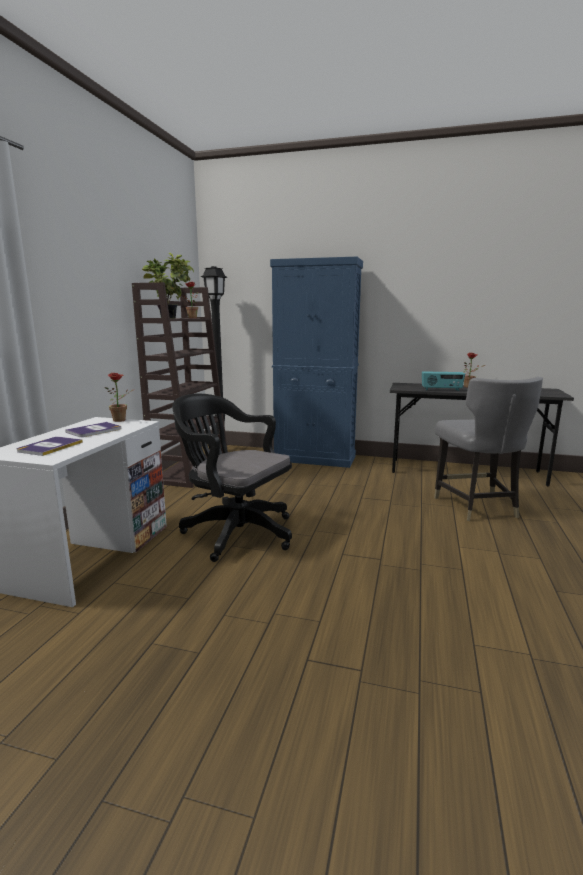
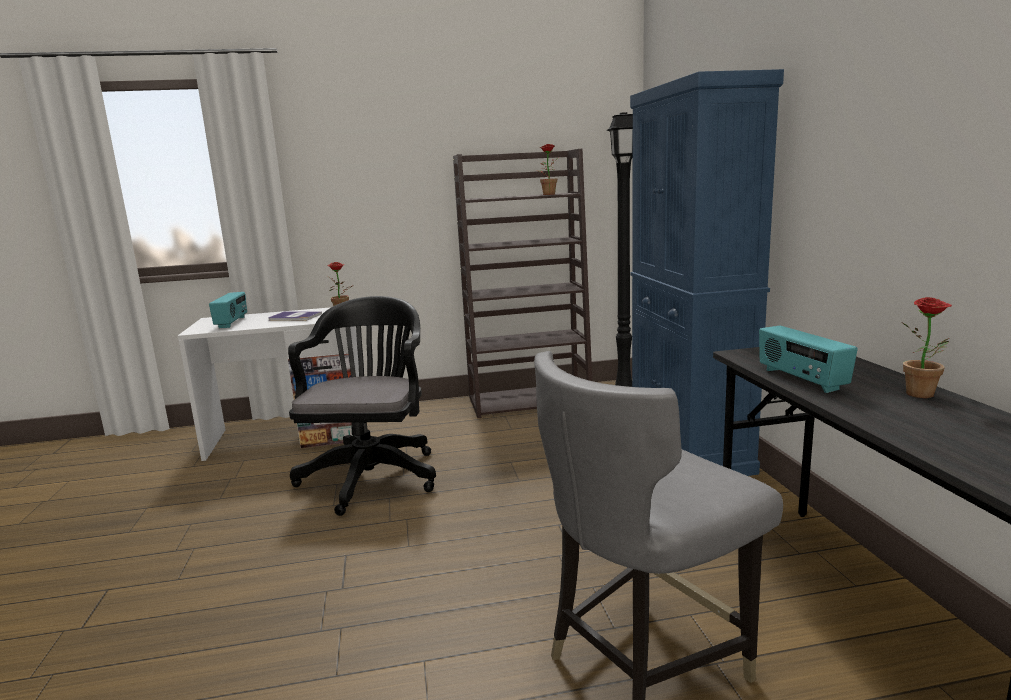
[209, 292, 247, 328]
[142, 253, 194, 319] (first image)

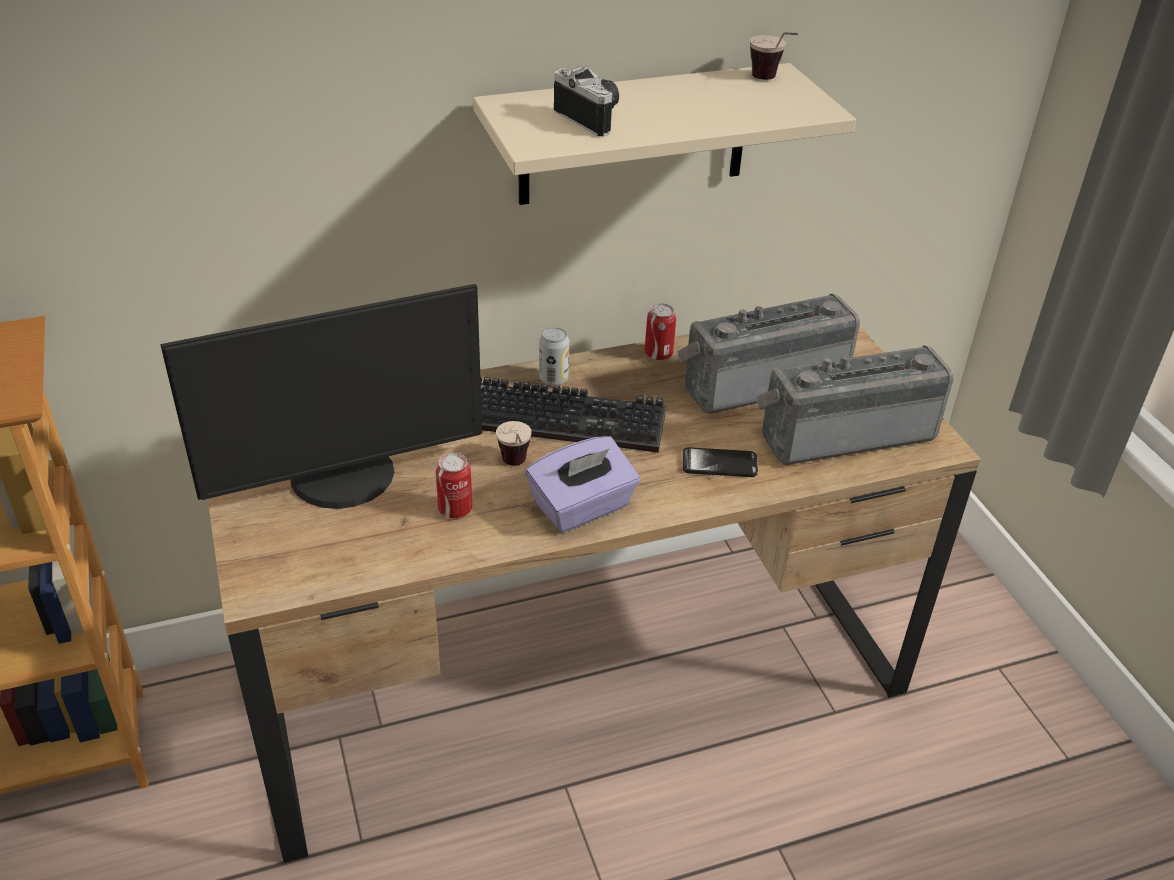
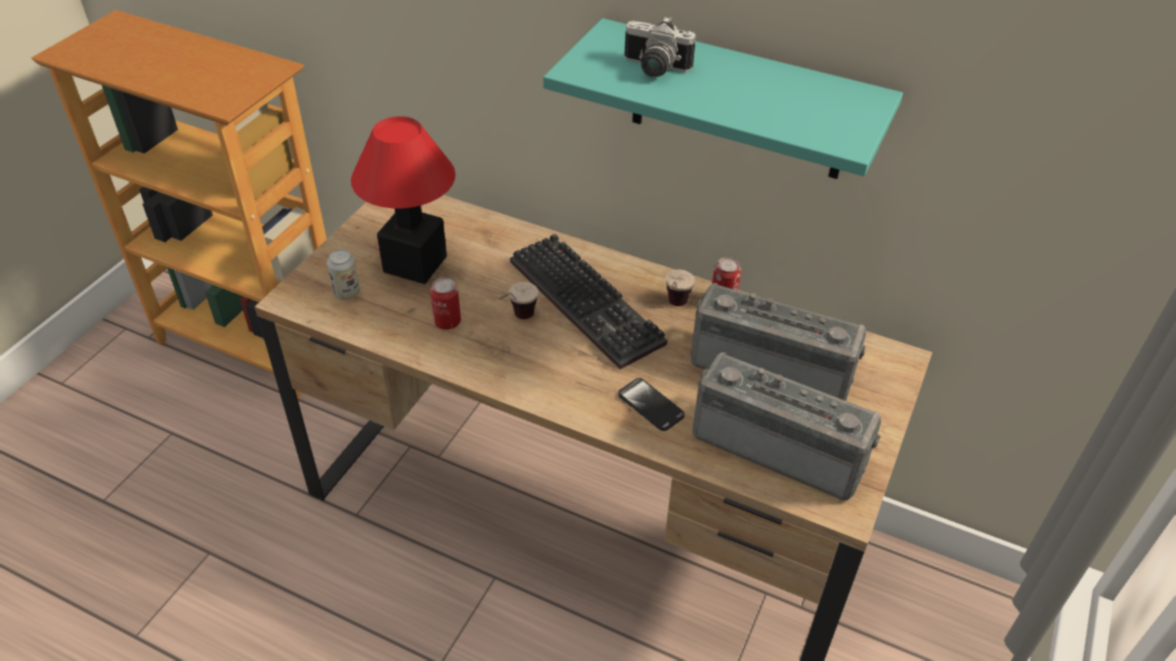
[327, 249, 360, 300]
[351, 116, 456, 284]
[543, 18, 903, 179]
[624, 16, 696, 77]
[666, 269, 695, 306]
[526, 436, 640, 532] (first image)

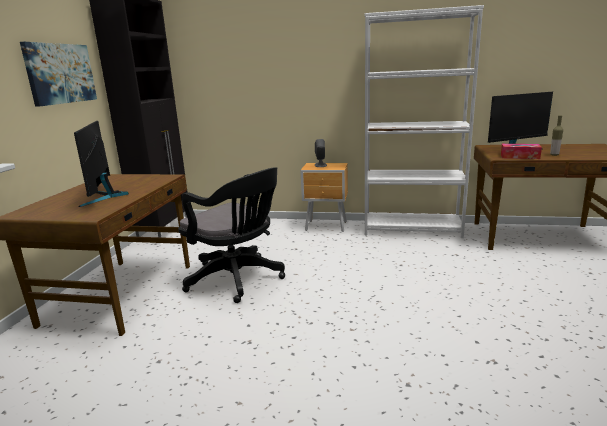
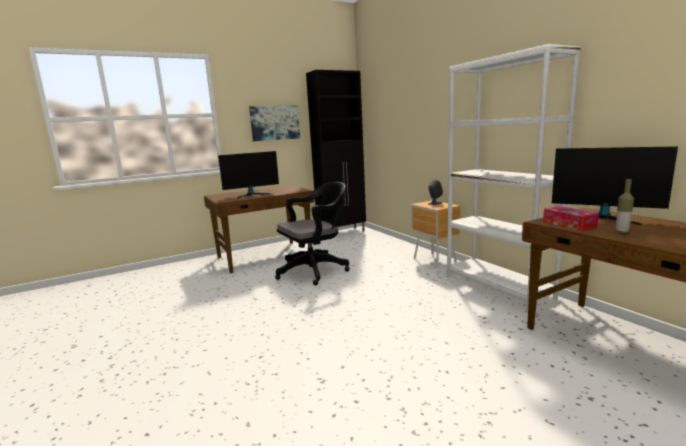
[218, 151, 279, 198]
[275, 182, 350, 285]

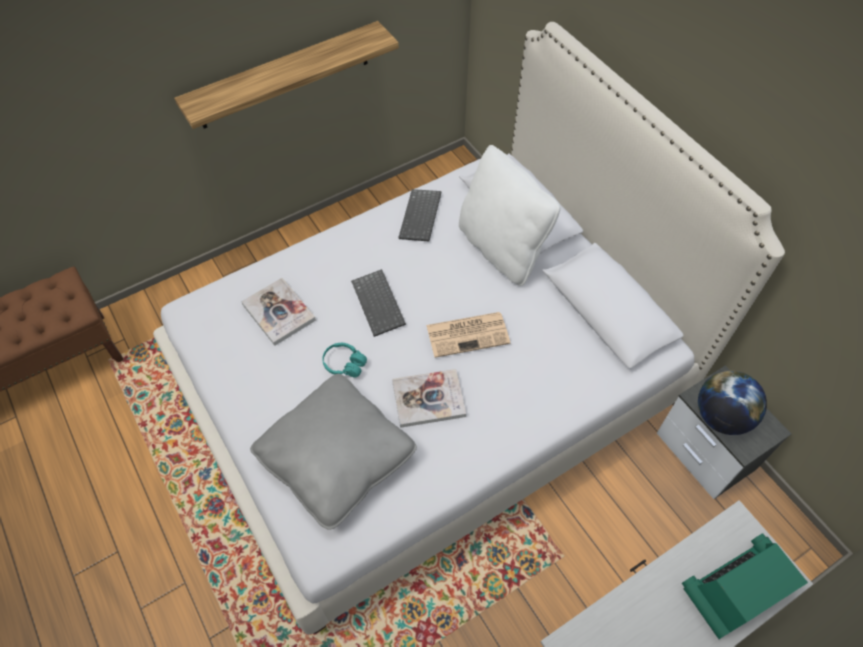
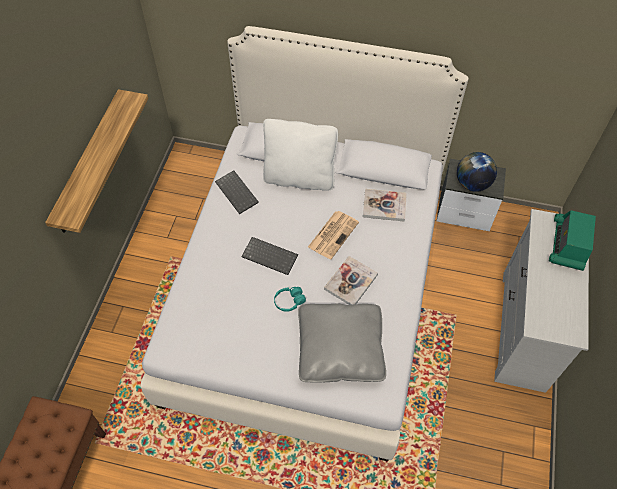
[362, 189, 407, 222]

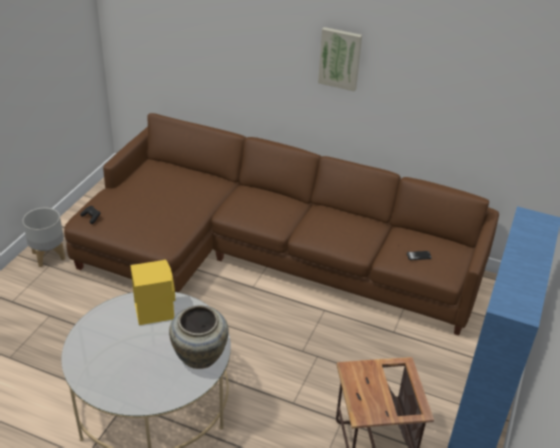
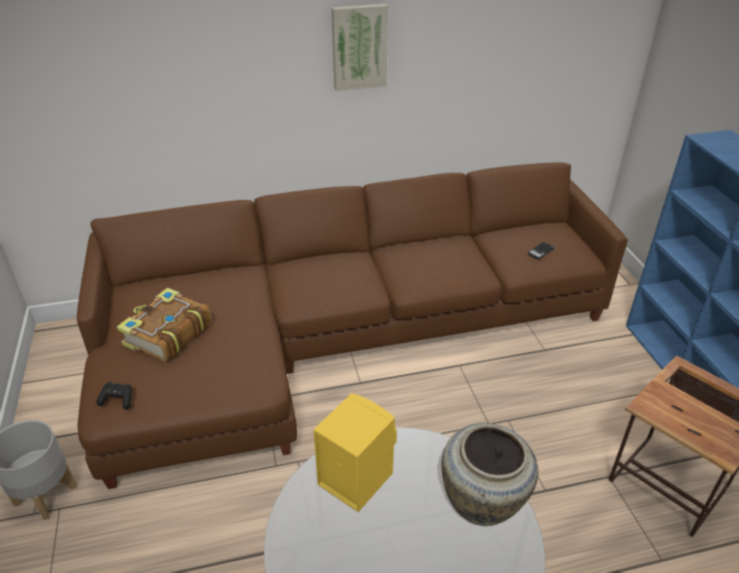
[117, 288, 212, 362]

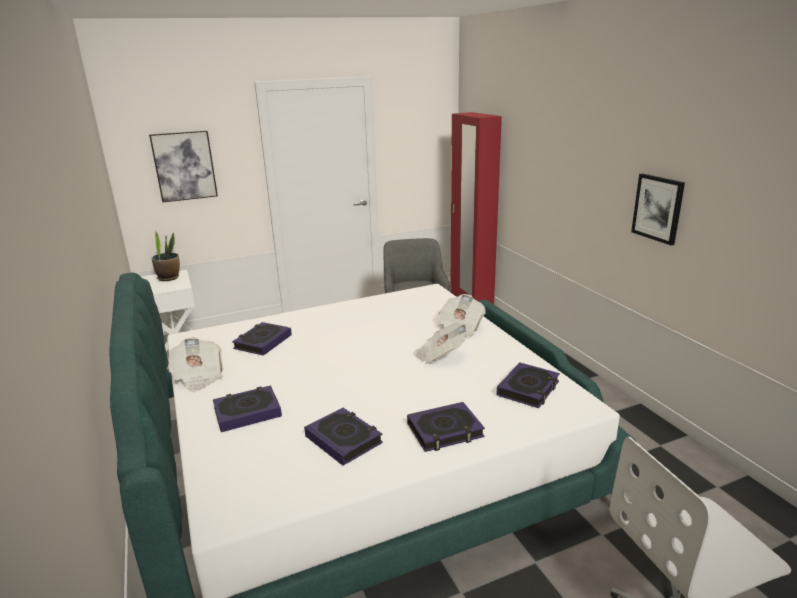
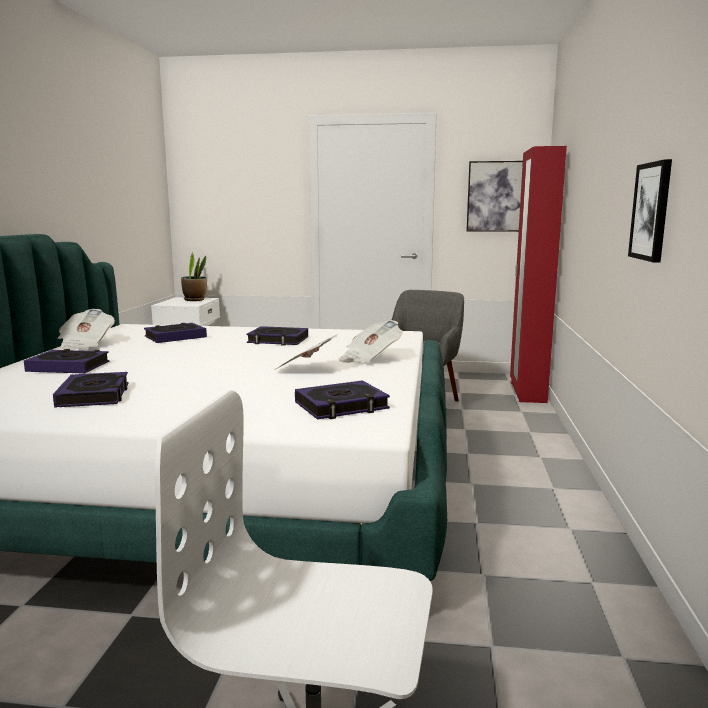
[247, 326, 308, 346]
[467, 161, 523, 232]

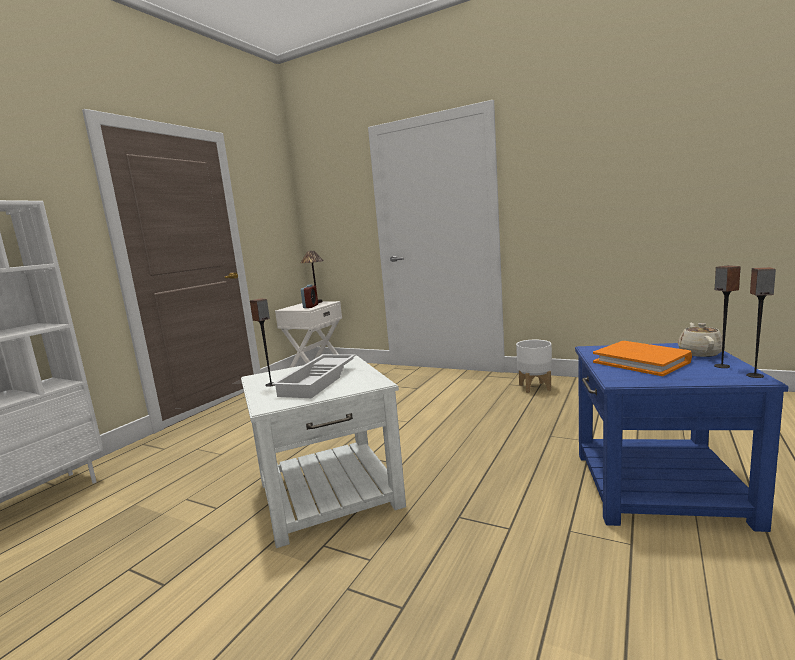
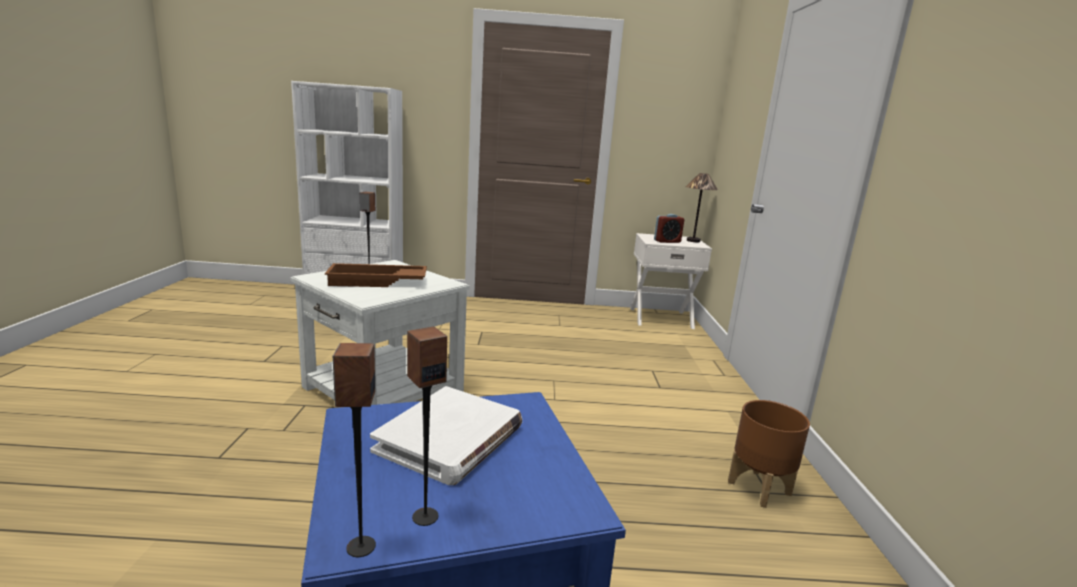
[325, 263, 427, 287]
[370, 386, 522, 485]
[728, 400, 810, 508]
[678, 323, 725, 357] (first image)

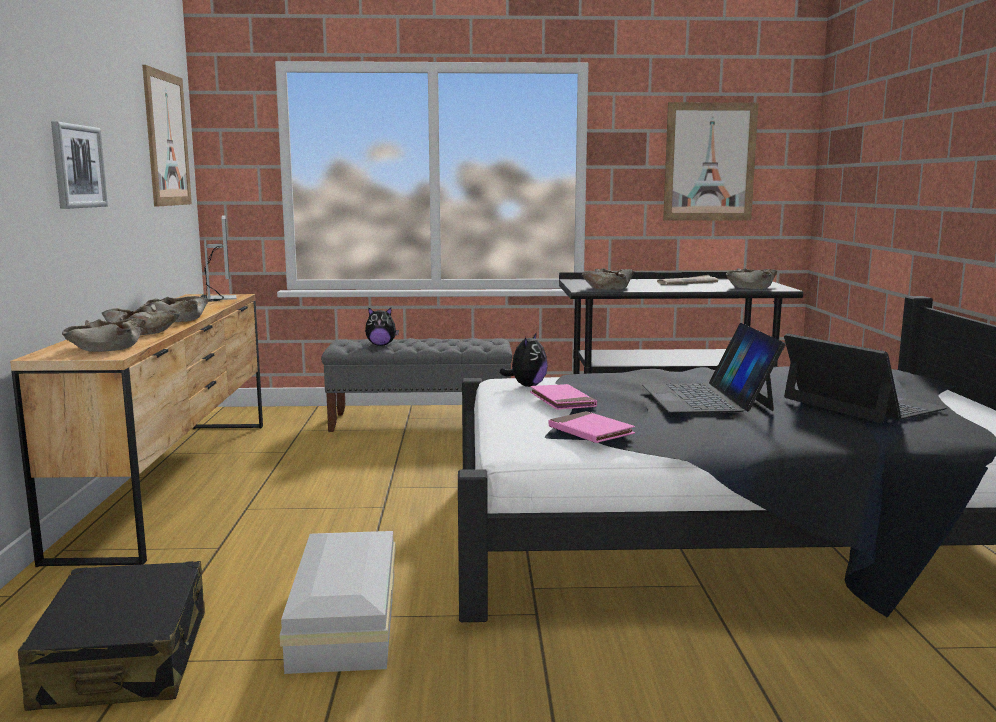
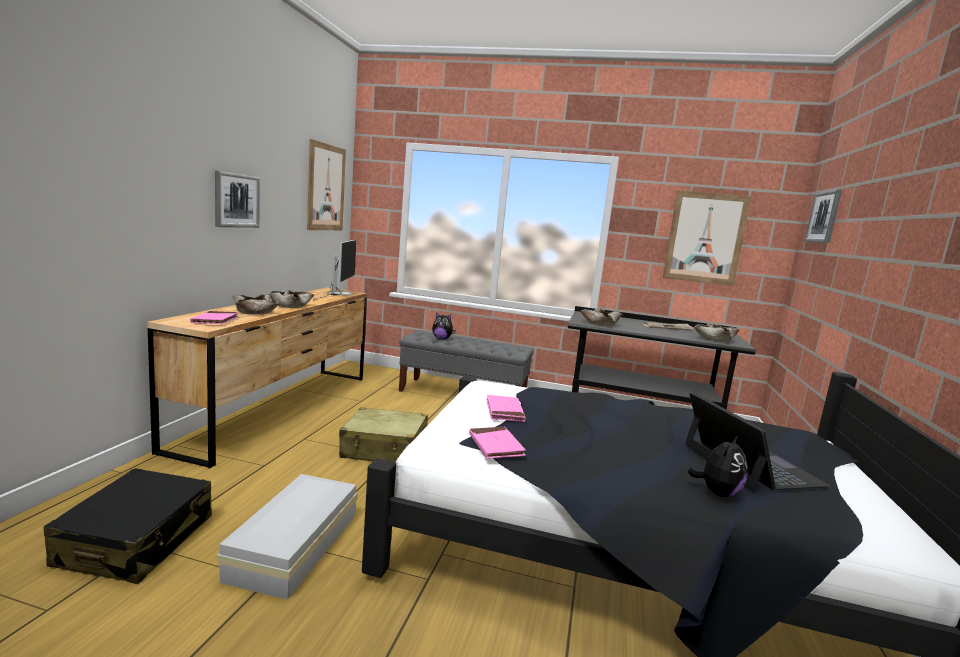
[190, 311, 239, 324]
[339, 407, 428, 462]
[688, 436, 748, 497]
[804, 189, 842, 243]
[642, 323, 786, 413] (first image)

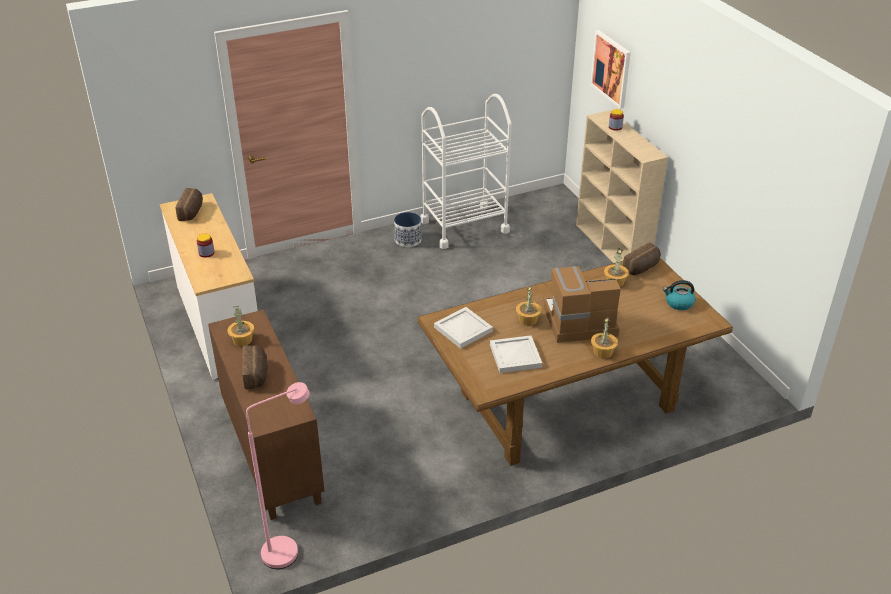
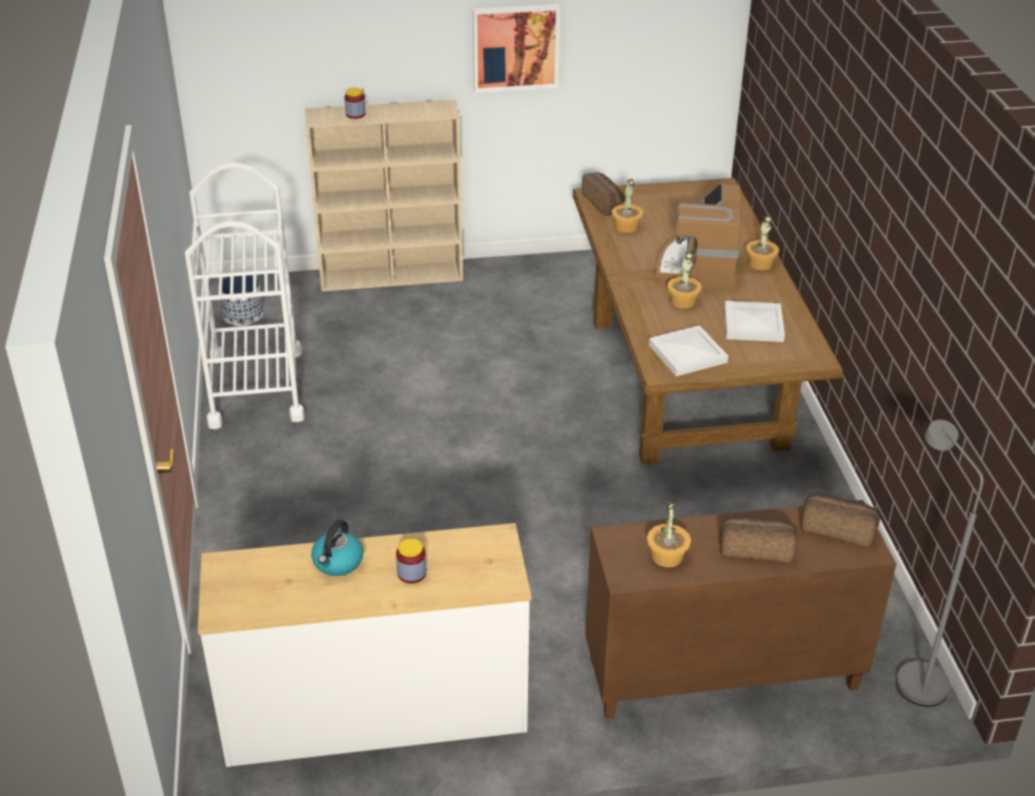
[218, 275, 263, 326]
[311, 520, 363, 576]
[473, 4, 560, 92]
[801, 493, 880, 547]
[896, 420, 984, 707]

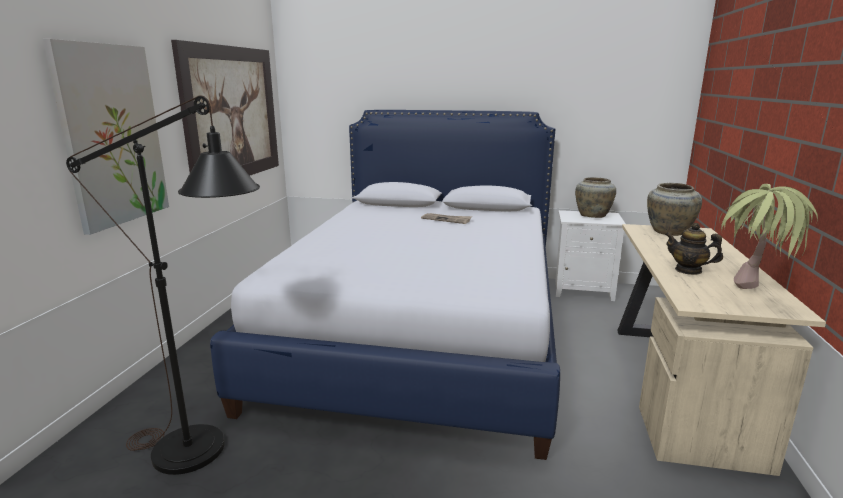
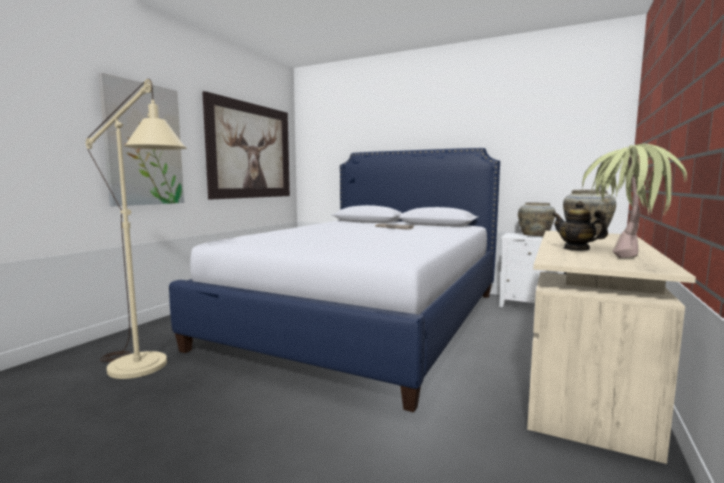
[86, 79, 187, 379]

